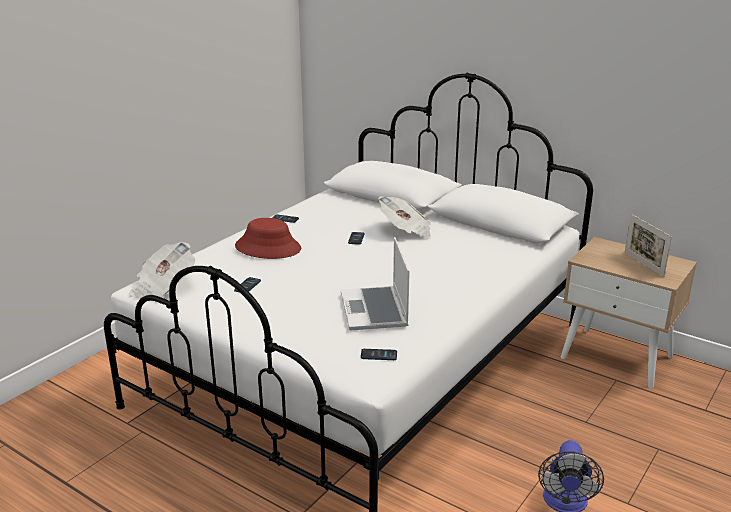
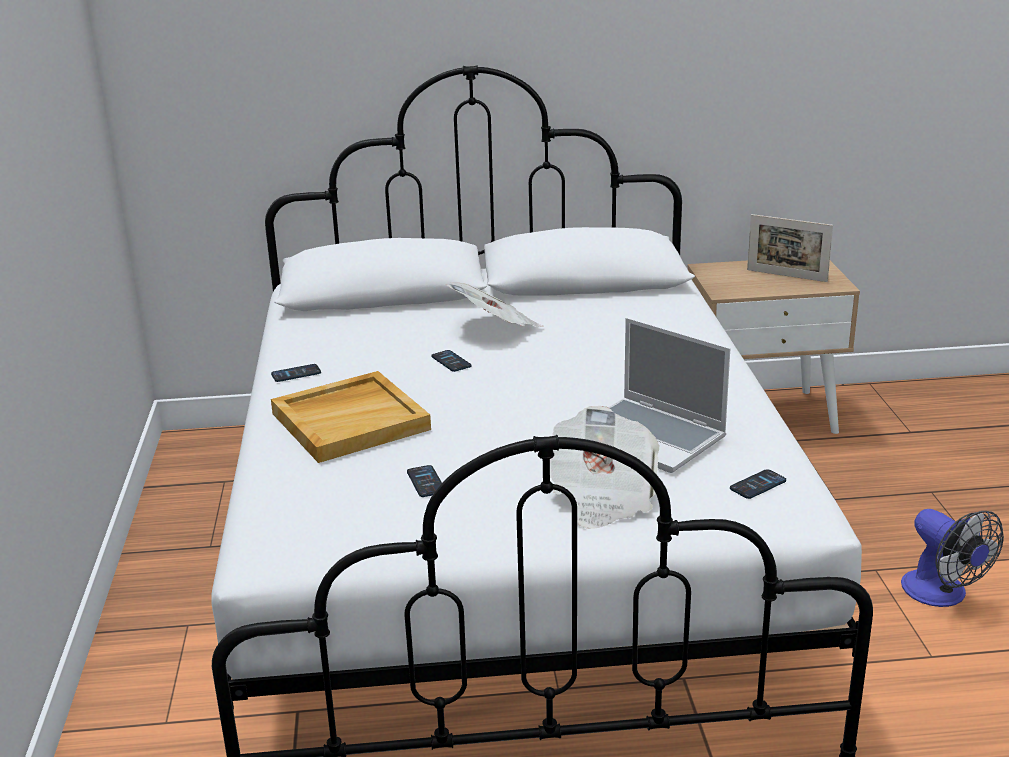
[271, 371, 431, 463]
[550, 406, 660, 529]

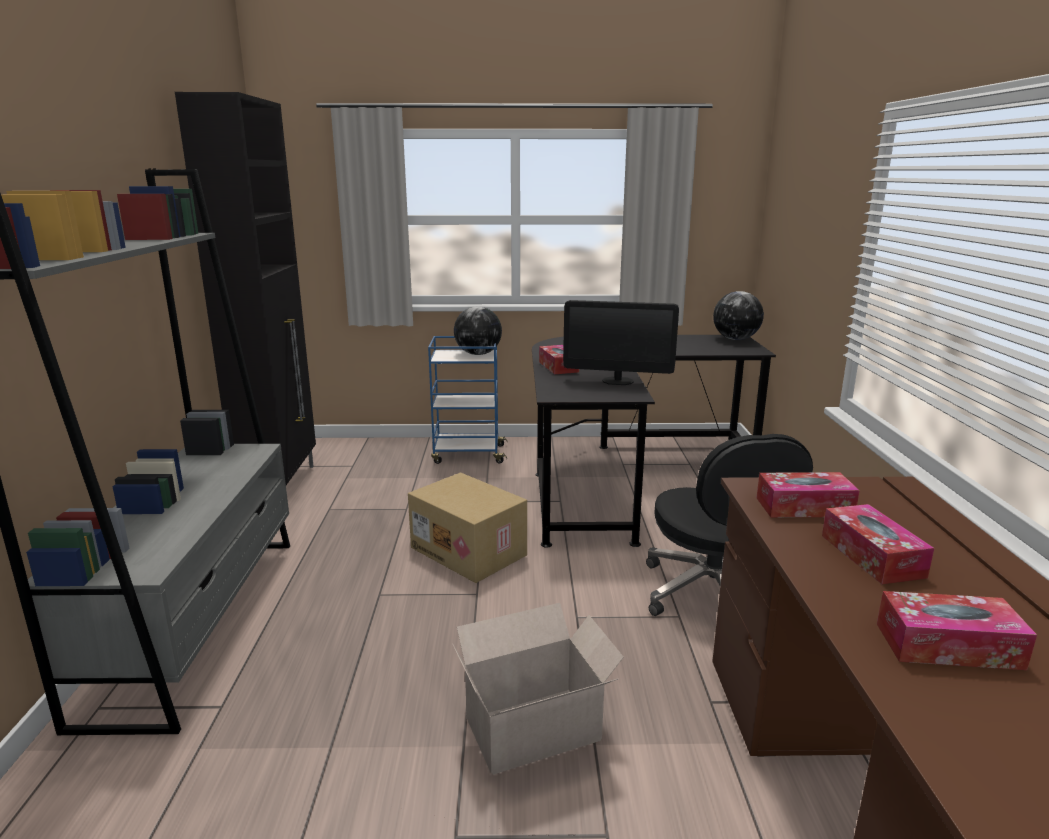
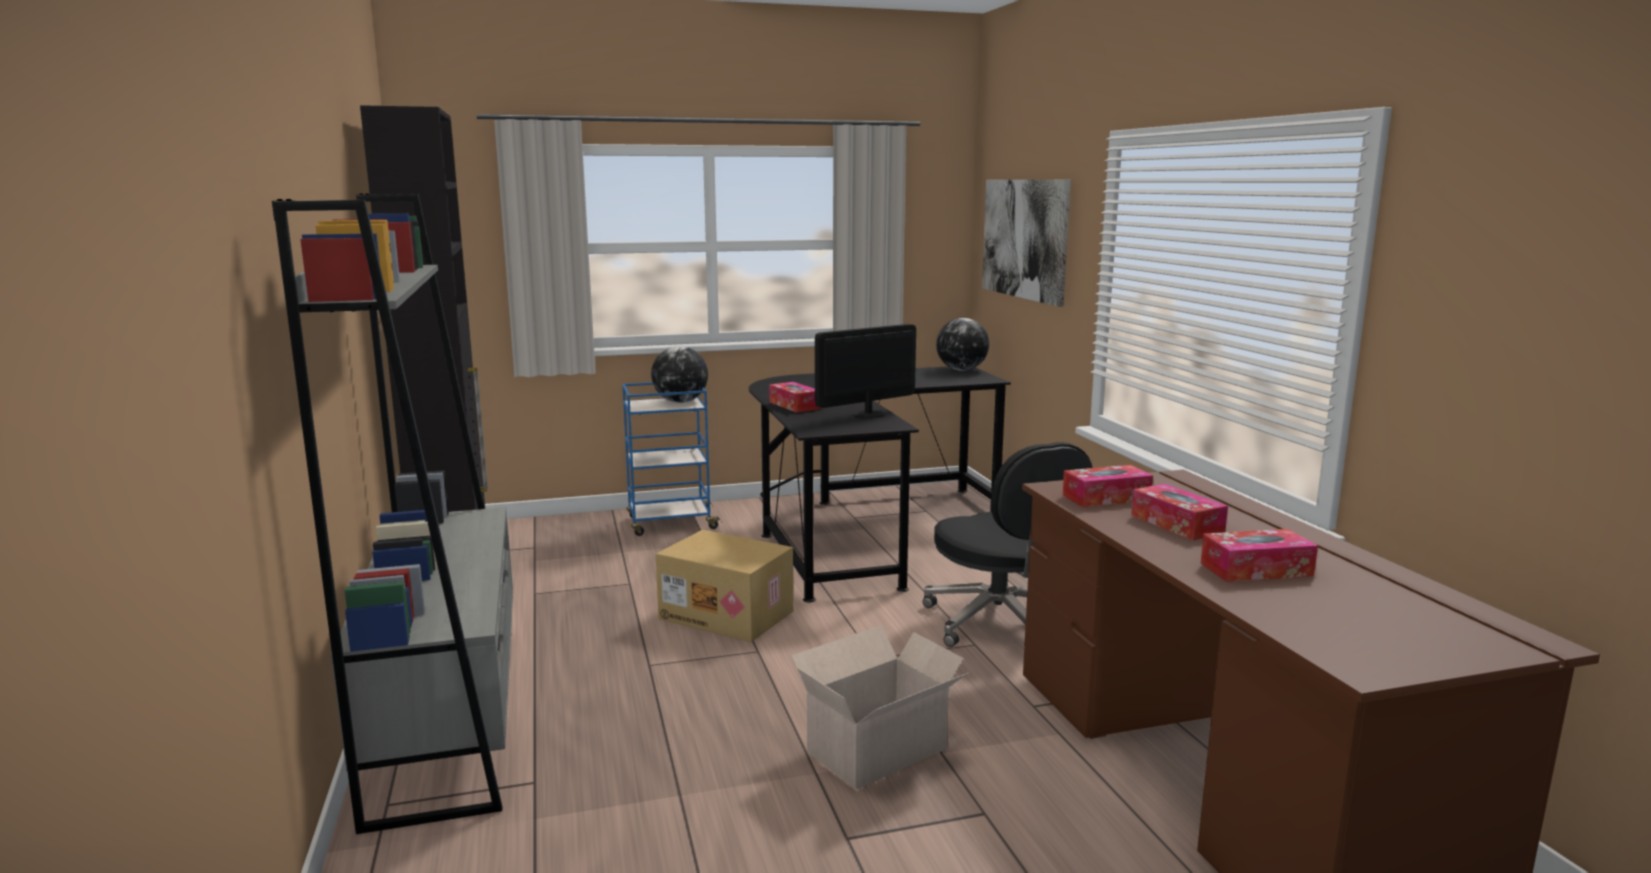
[815, 324, 916, 418]
[982, 180, 1071, 307]

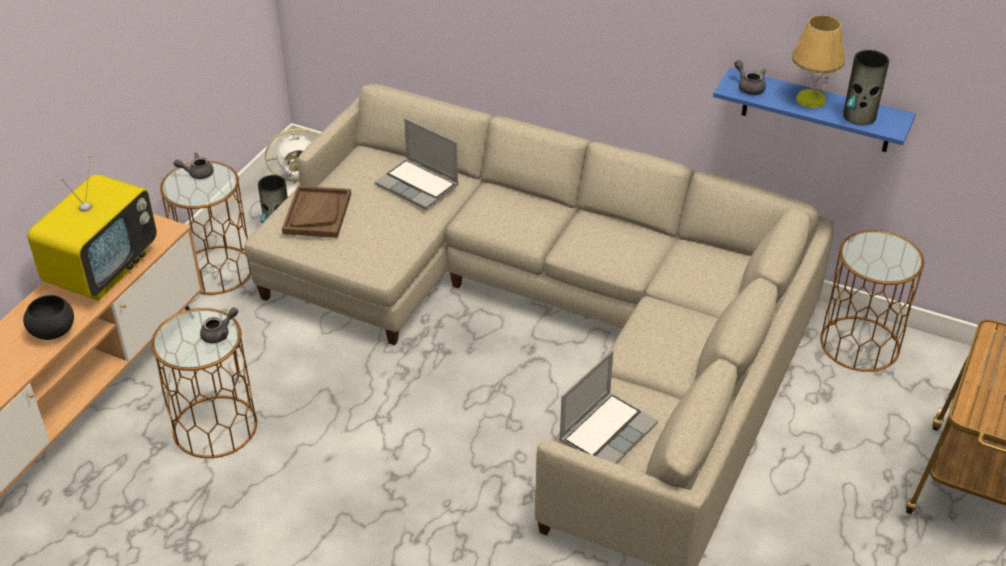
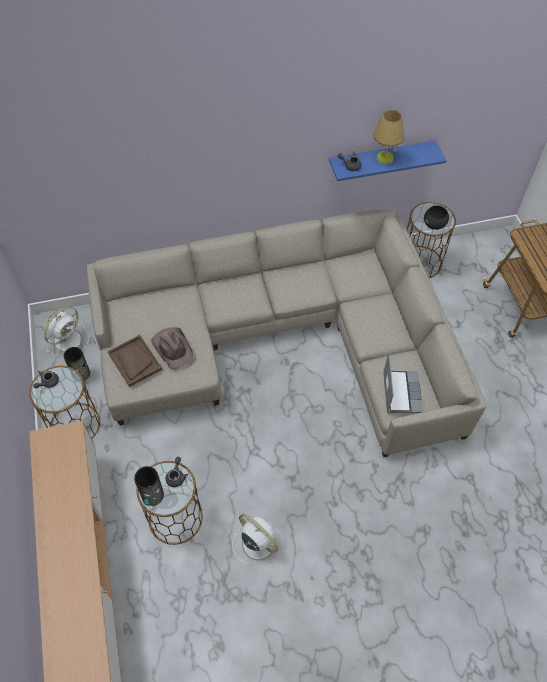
[134, 466, 164, 506]
[151, 327, 194, 369]
[232, 514, 283, 568]
[424, 206, 449, 230]
[27, 155, 157, 300] (first image)
[375, 118, 459, 210] (first image)

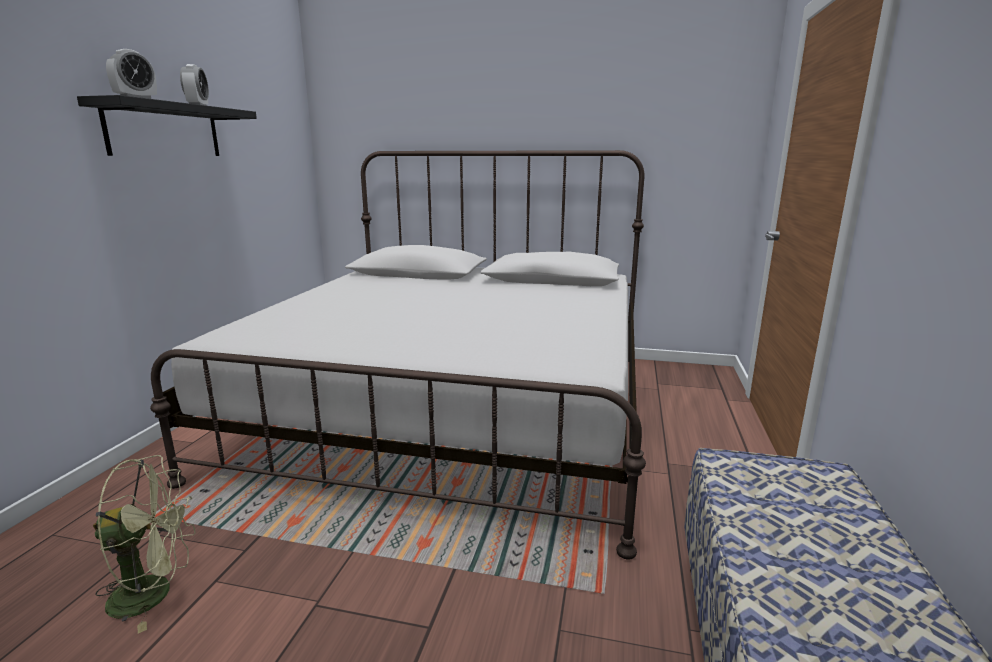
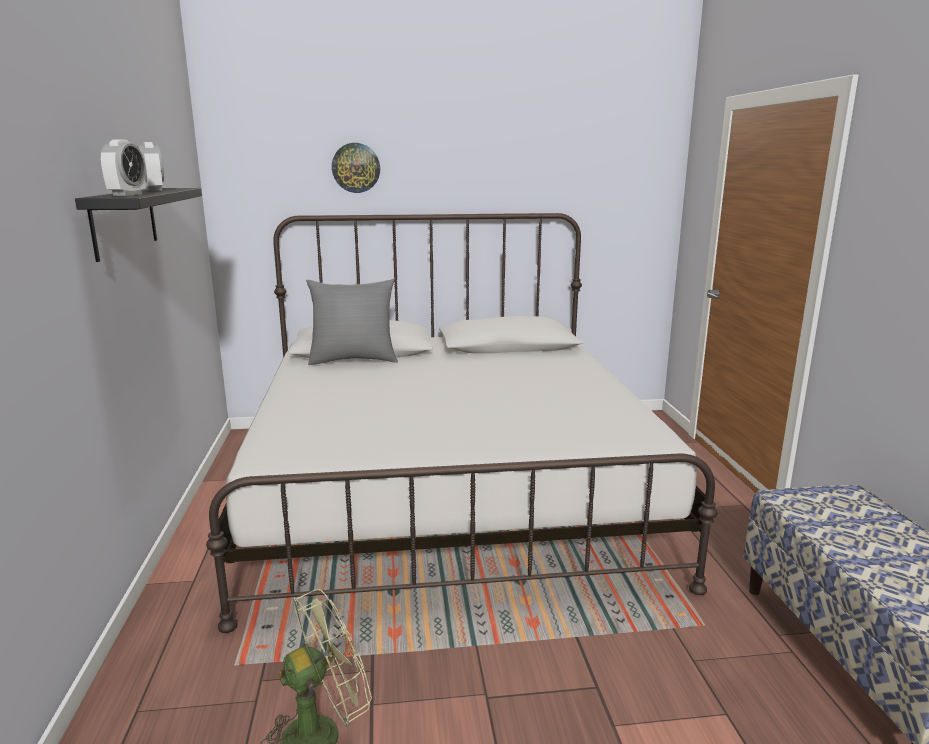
[306, 279, 398, 365]
[332, 143, 380, 193]

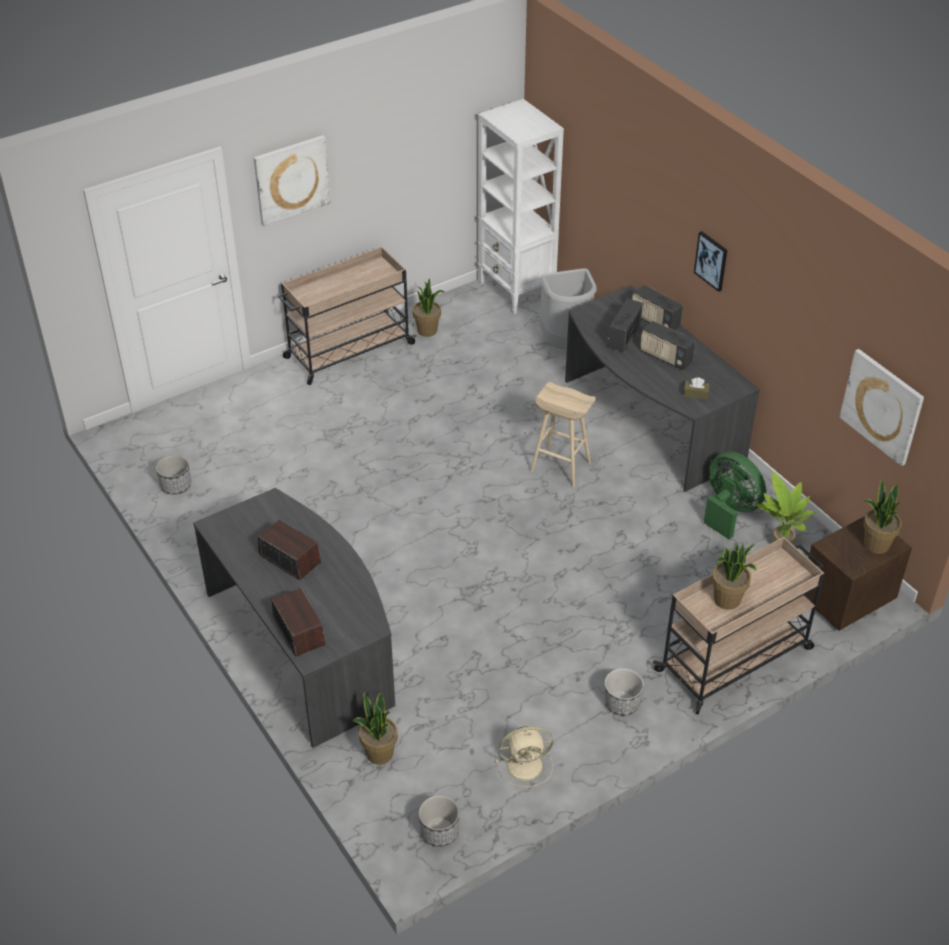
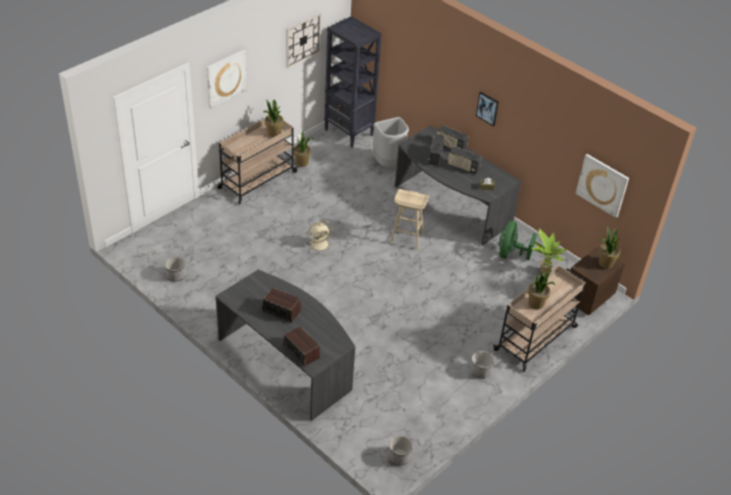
[263, 99, 284, 137]
[286, 13, 321, 68]
[305, 221, 334, 253]
[324, 16, 382, 148]
[499, 221, 537, 260]

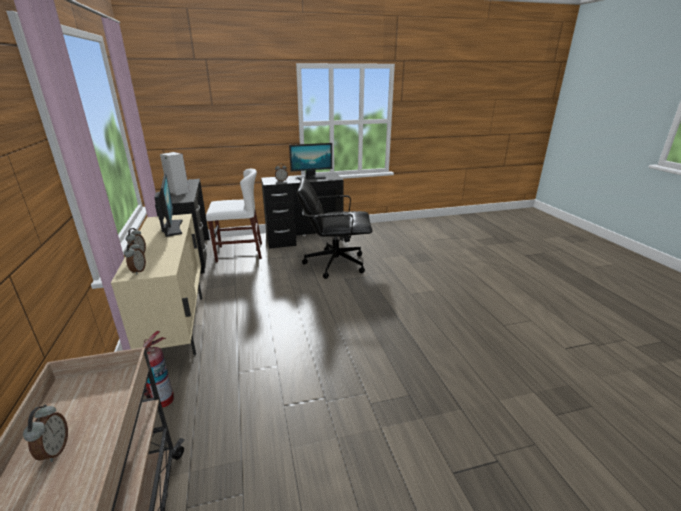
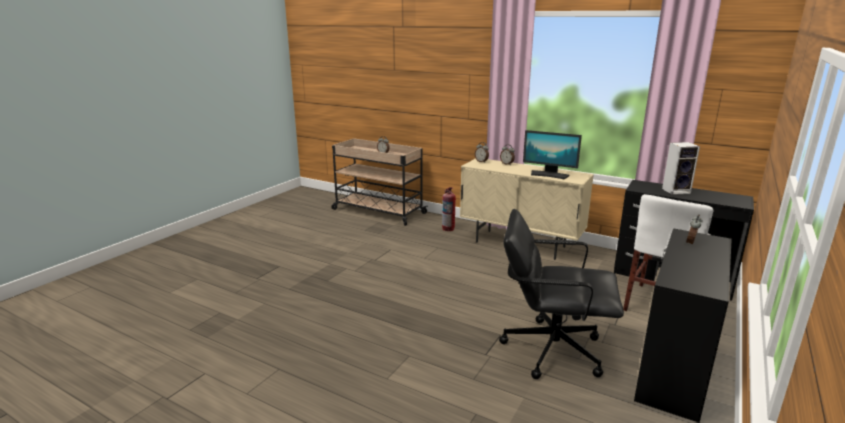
[499, 209, 624, 379]
[289, 143, 332, 181] (first image)

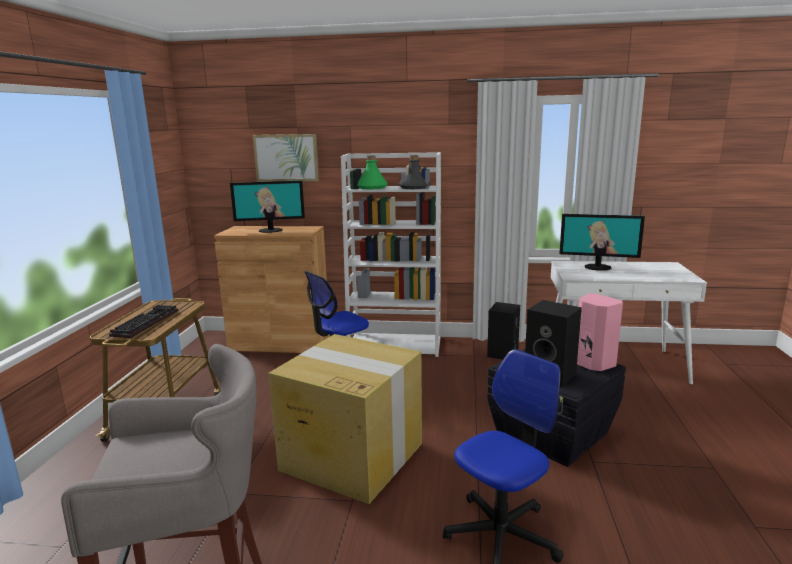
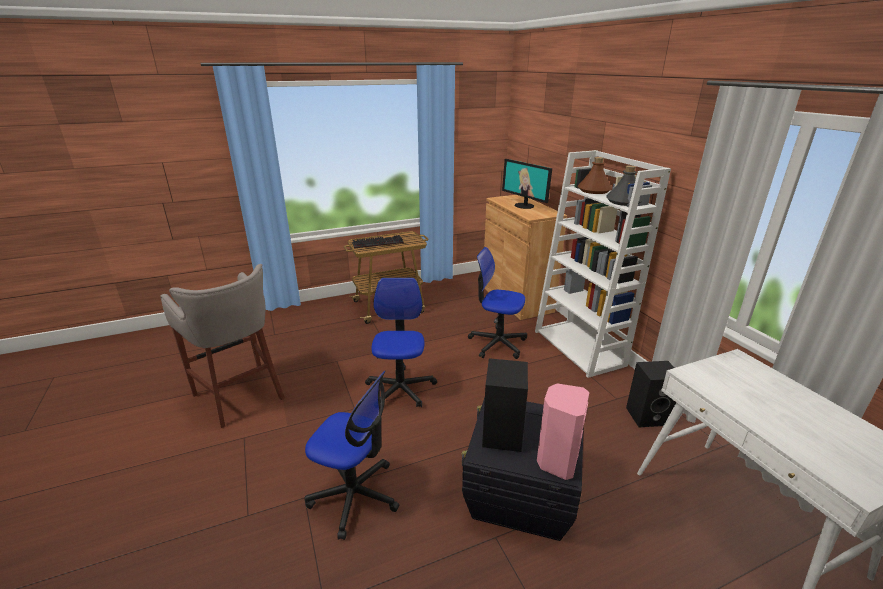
[365, 278, 437, 407]
[578, 157, 612, 194]
[253, 134, 319, 182] (first image)
[559, 214, 645, 271] (first image)

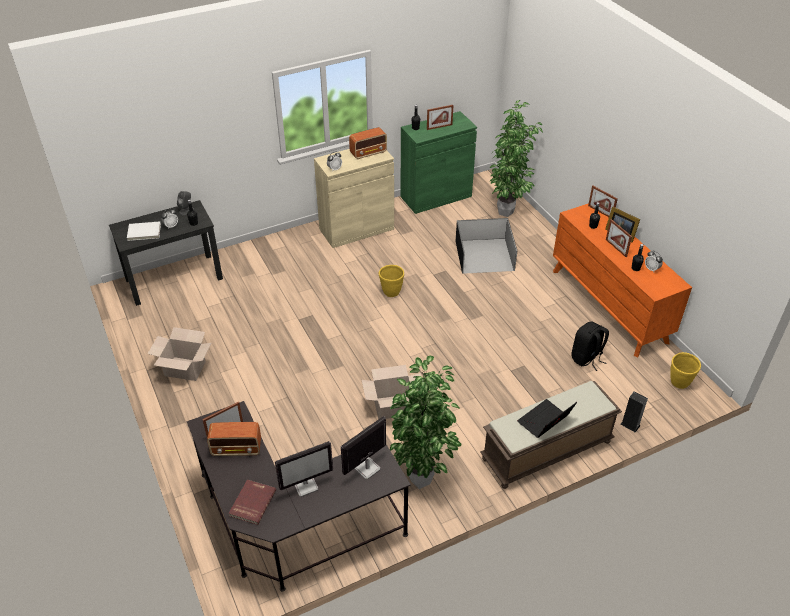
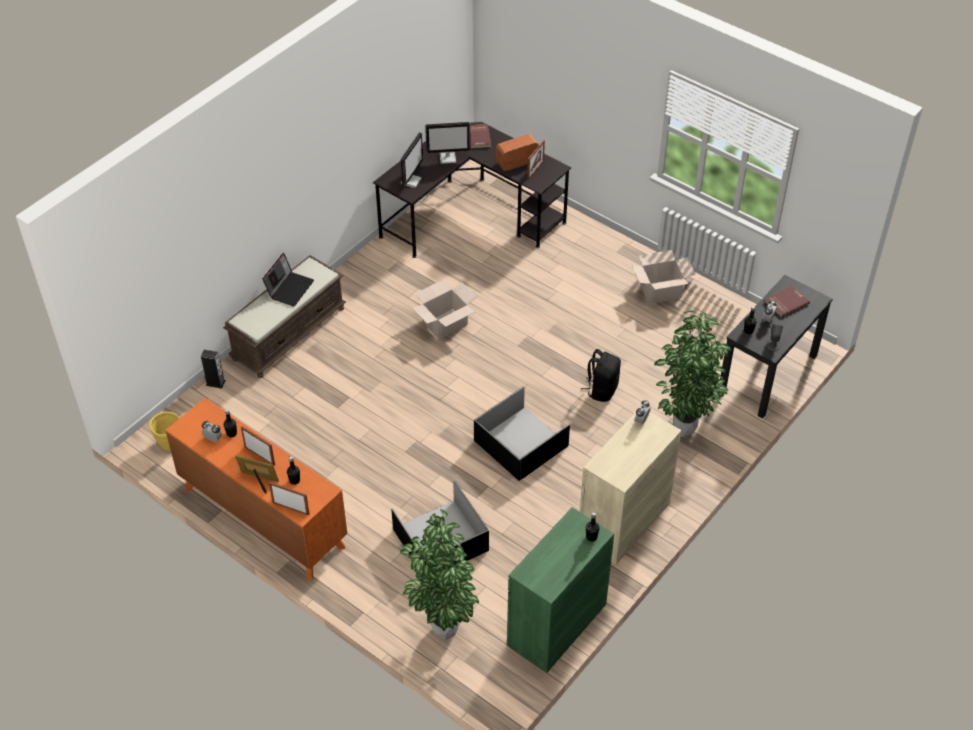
[425, 122, 471, 164]
[474, 386, 570, 481]
[581, 349, 621, 402]
[654, 311, 731, 437]
[765, 285, 810, 318]
[349, 127, 387, 159] (first image)
[427, 105, 453, 130] (first image)

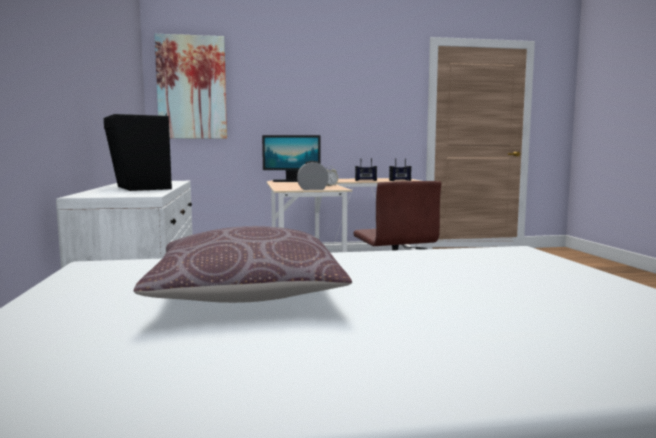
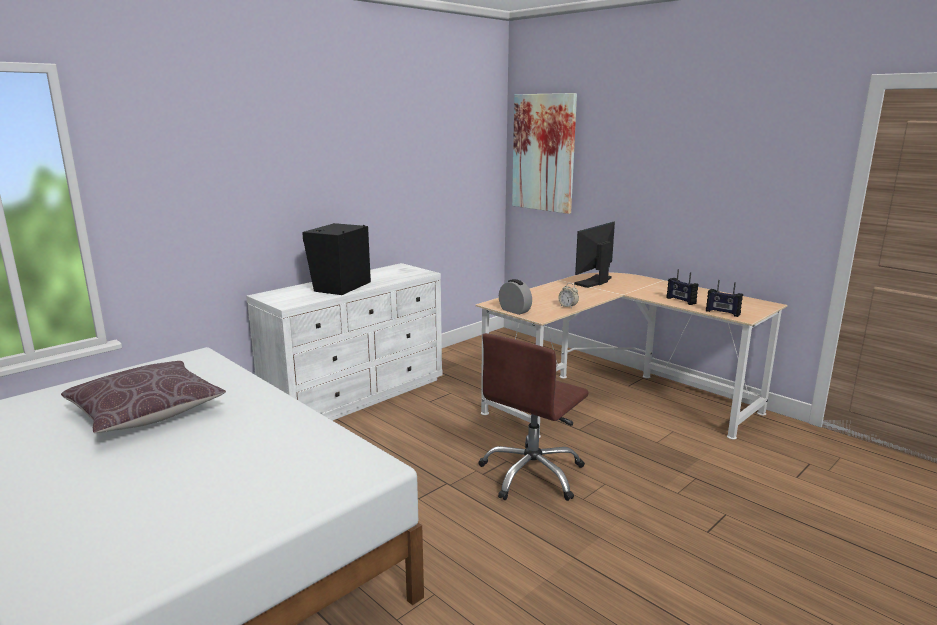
[574, 222, 615, 288]

